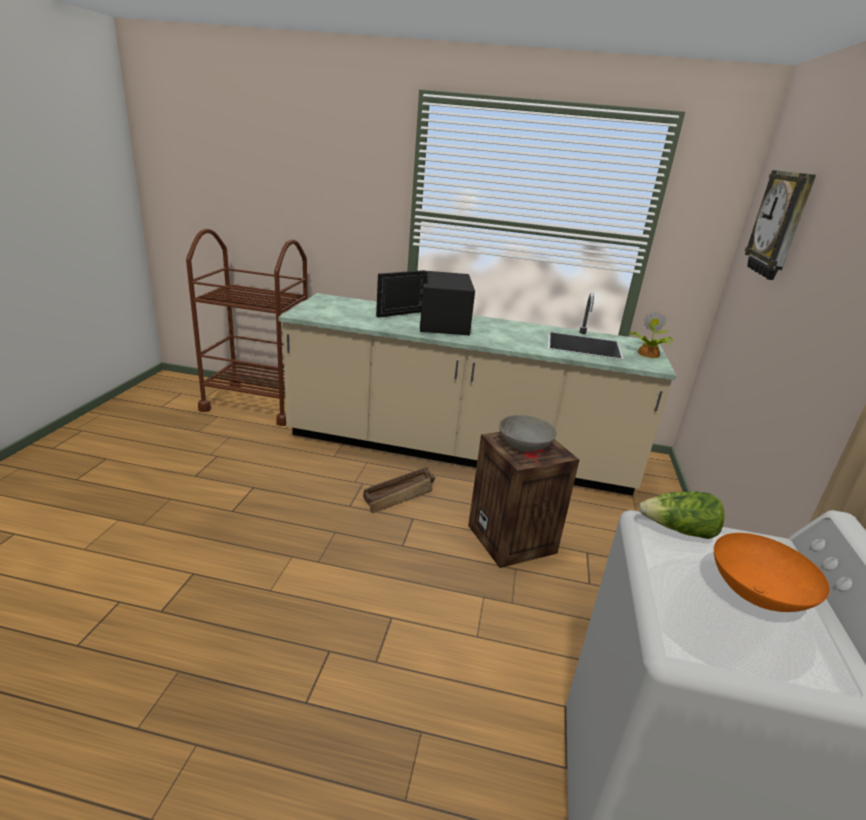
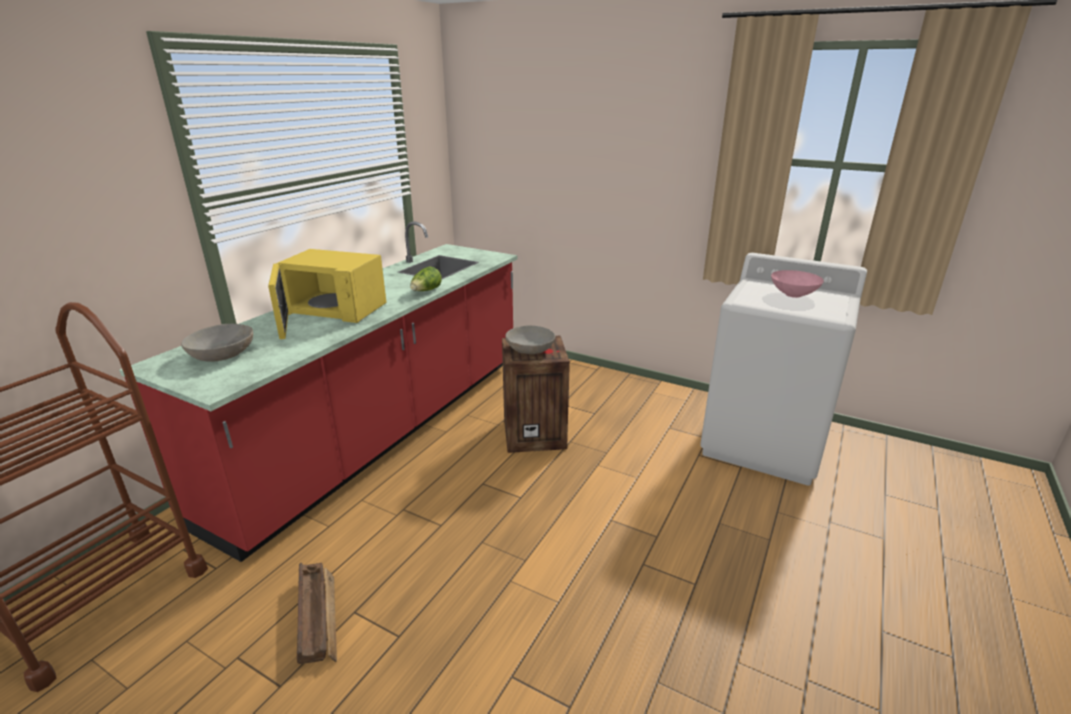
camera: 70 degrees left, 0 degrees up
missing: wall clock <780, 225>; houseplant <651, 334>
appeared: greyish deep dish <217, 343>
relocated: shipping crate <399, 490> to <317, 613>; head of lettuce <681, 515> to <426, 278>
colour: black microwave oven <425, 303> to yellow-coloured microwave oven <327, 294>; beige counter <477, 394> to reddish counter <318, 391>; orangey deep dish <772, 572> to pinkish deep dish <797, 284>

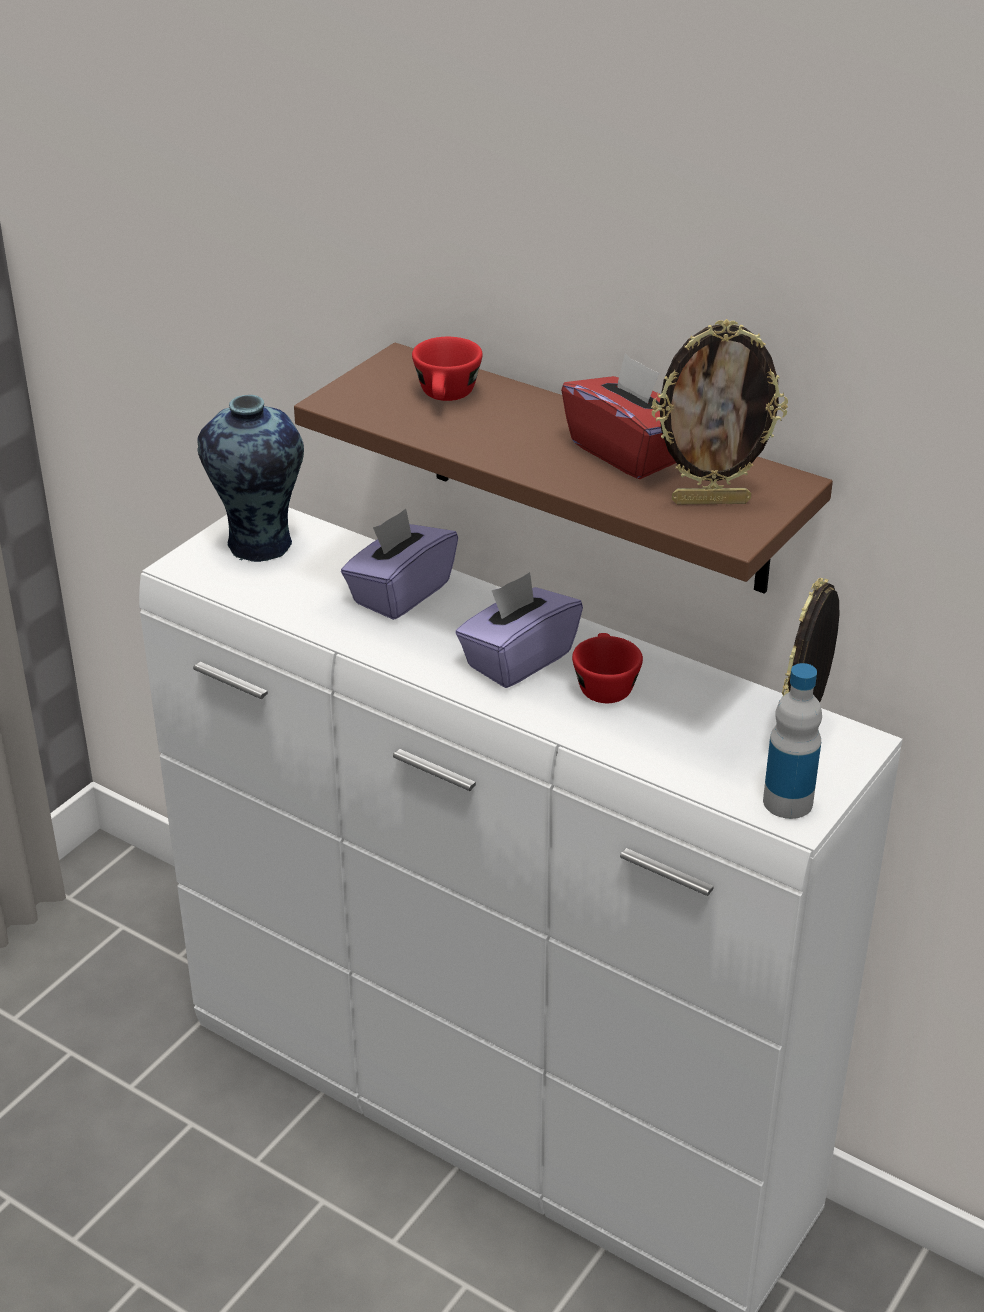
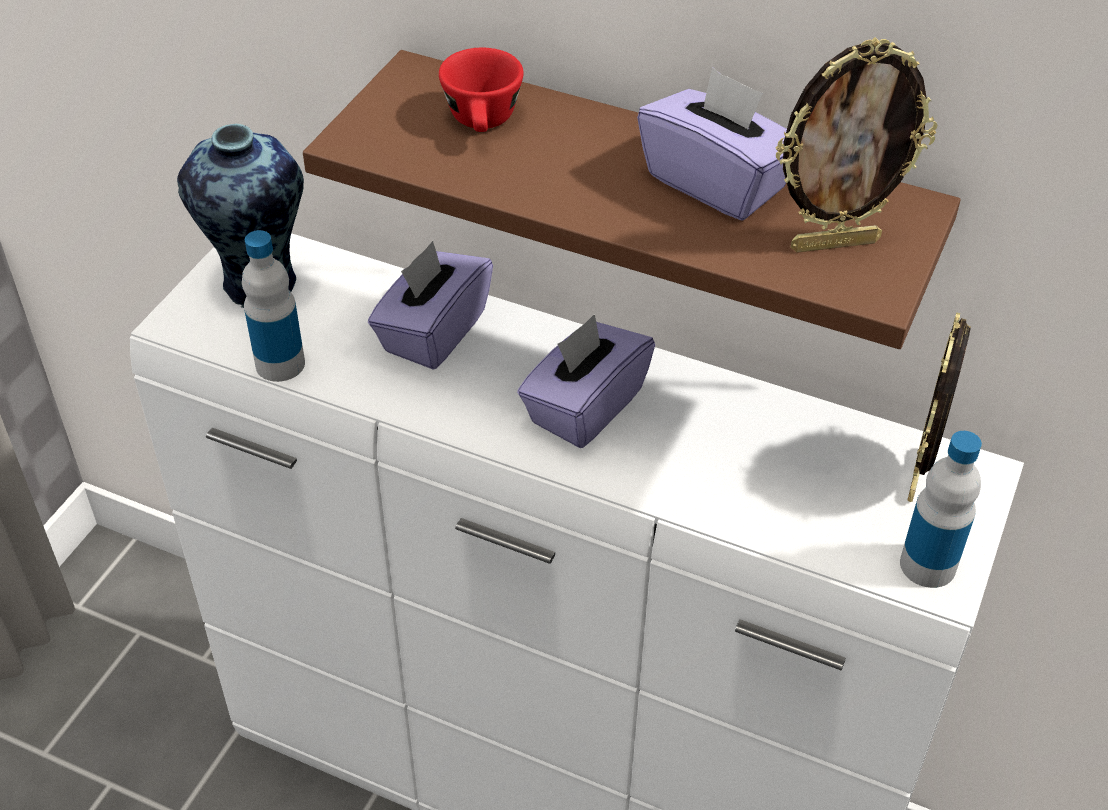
camera: 10 degrees left, 10 degrees up
missing: reddish cup <607, 668>
appeared: beverage bottle <273, 306>
colour: reddish box of tissues <618, 416> to purplish box of tissues <712, 144>

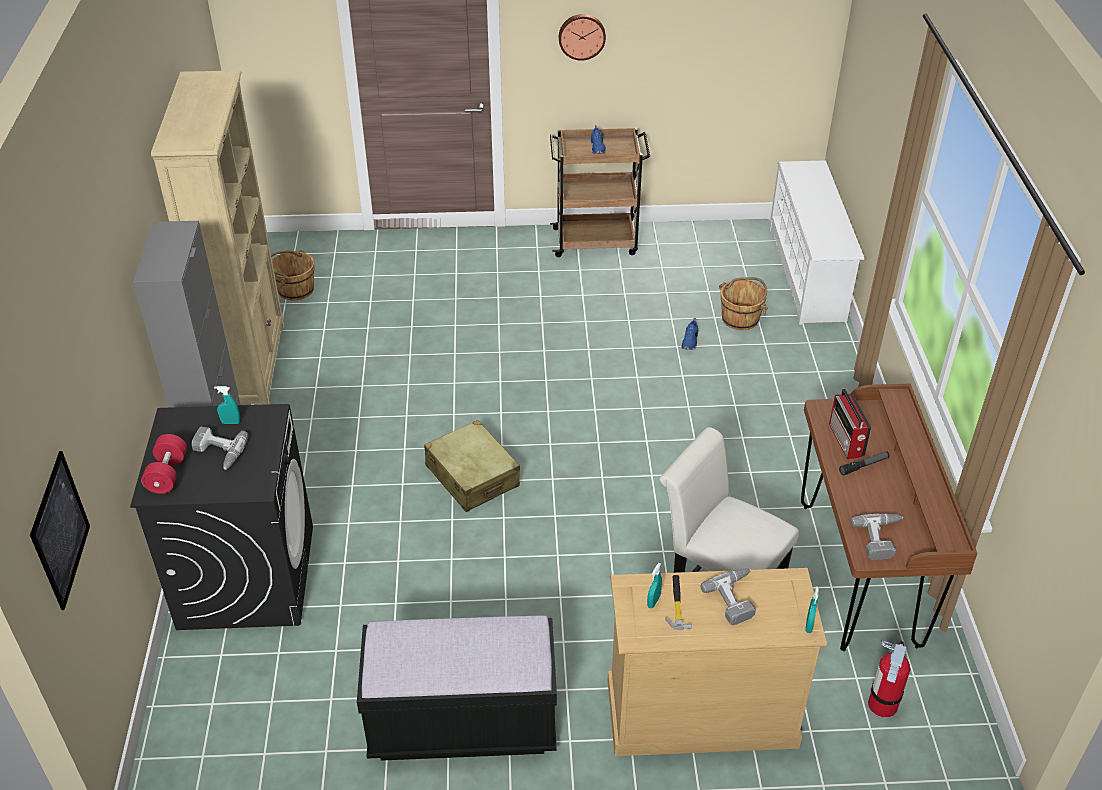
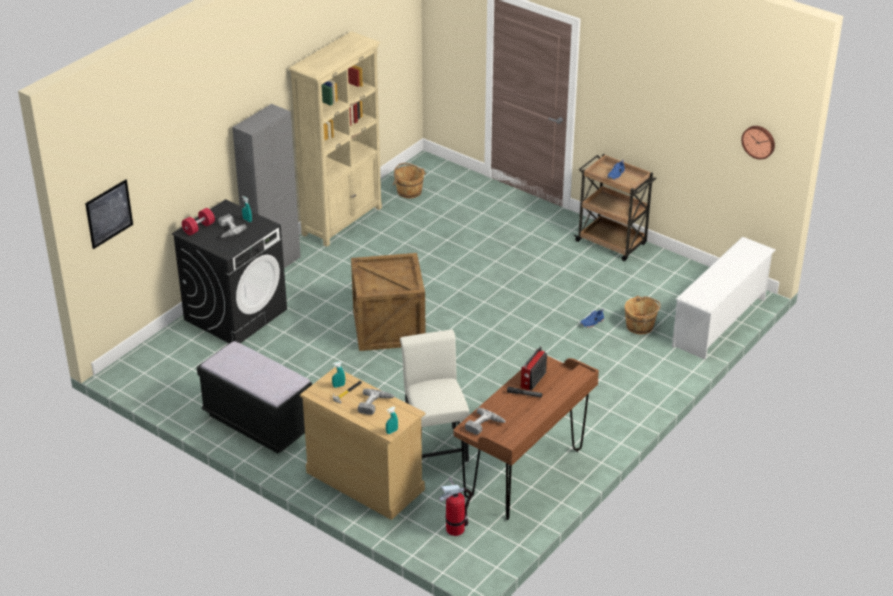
camera: 40 degrees right, 5 degrees down
relocated: wall clock <582, 37> to <758, 143>
exchanged: beige piece of luggage <472, 466> to shipping crate <388, 302>

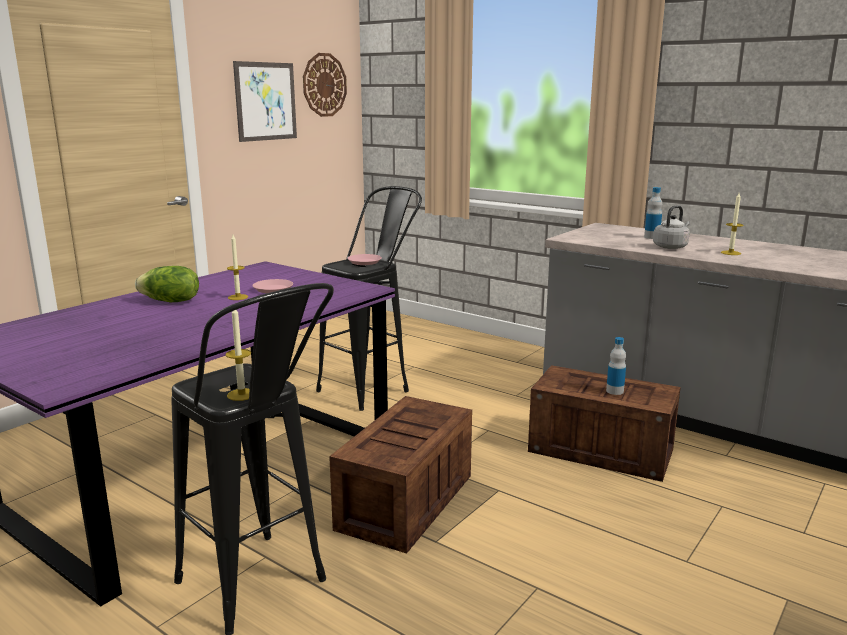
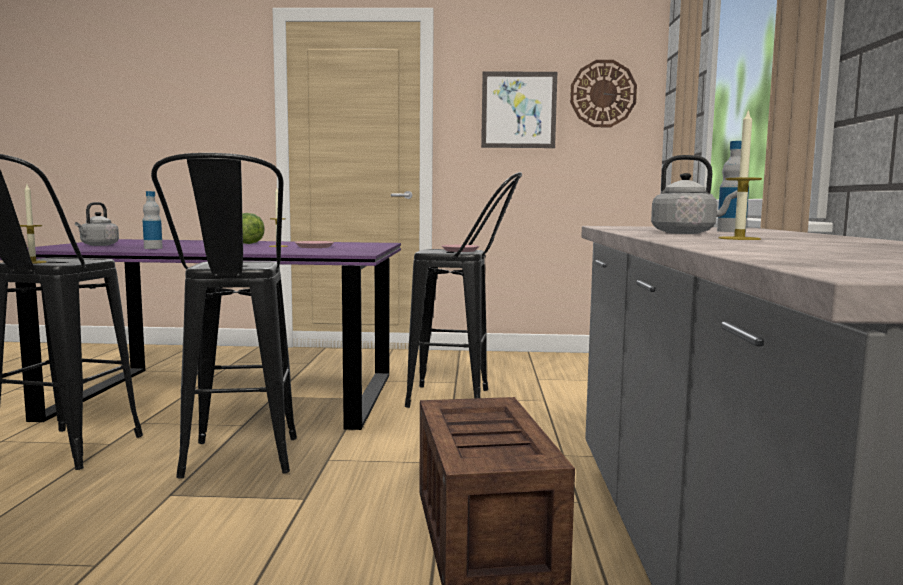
camera: 55 degrees right, 10 degrees down
appeared: greyish water kettle <97, 224>
relocated: beverage bottle <616, 366> to <153, 220>
exchanged: shipping crate <400, 475> to black sitting stool <224, 316>

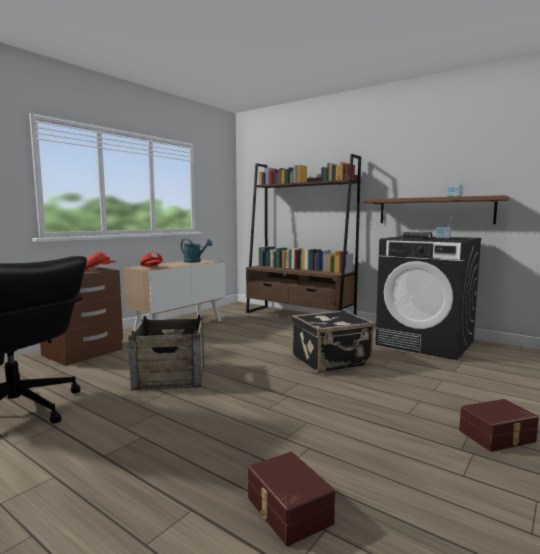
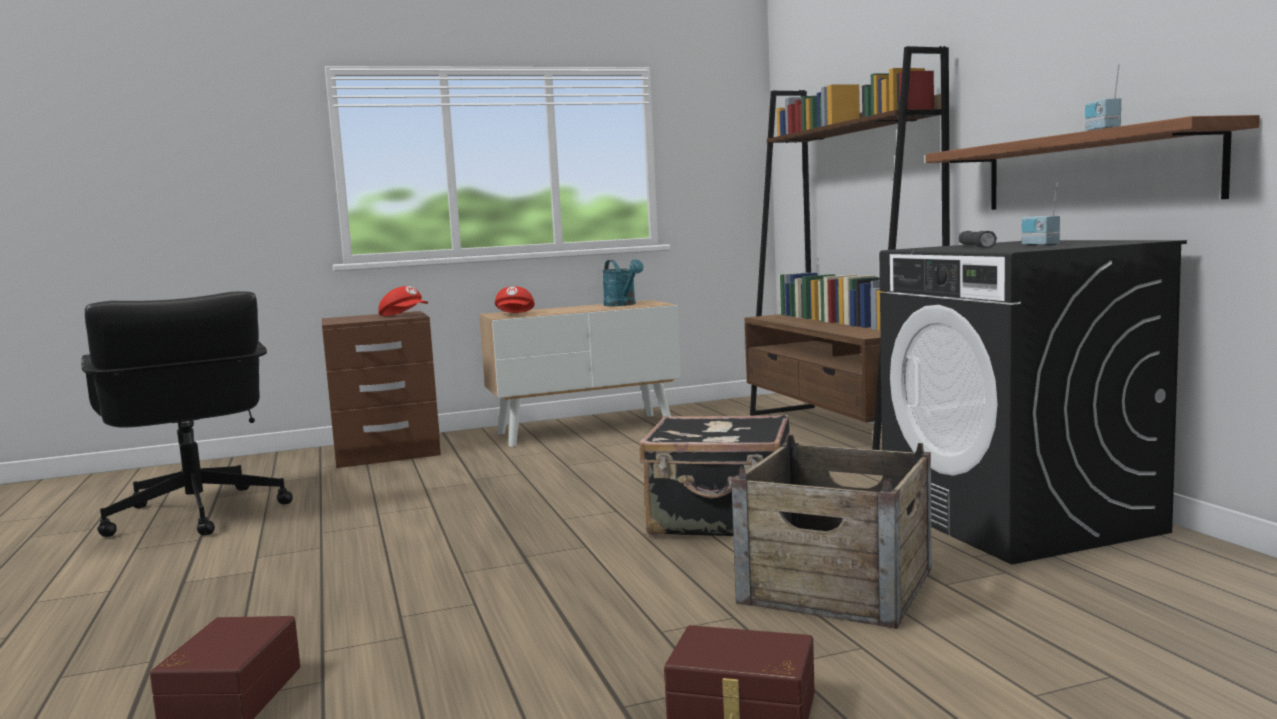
camera: 35 degrees right, 0 degrees up
relocated: shipping crate <166, 352> to <831, 532>

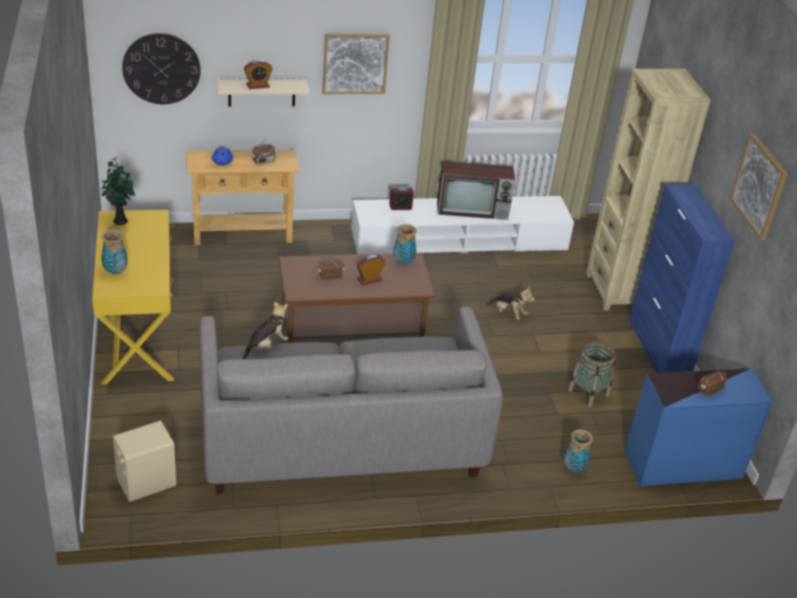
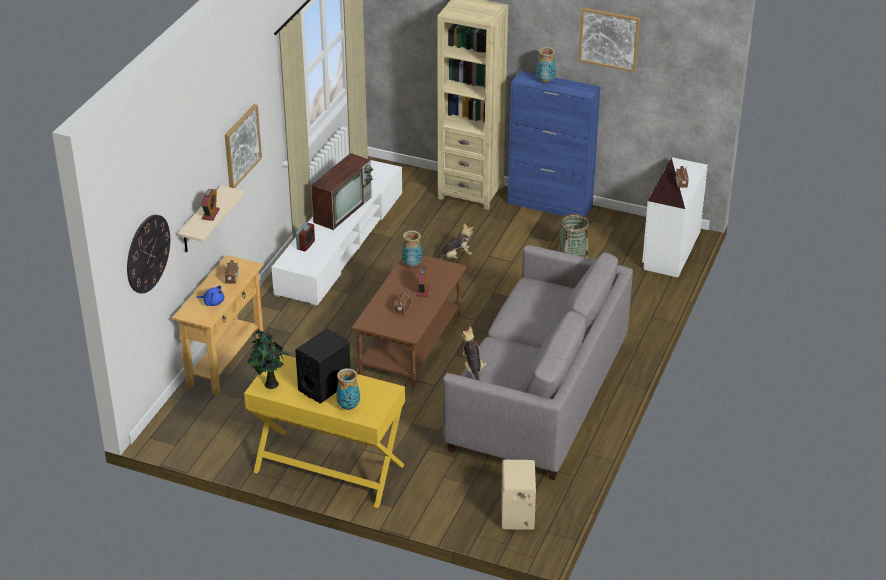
camera: 55 degrees left, 0 degrees up
appeared: black audio speaker <323, 366>
relocated: decorative vase <578, 450> to <546, 65>
colour: blue drawer chest <699, 427> to white drawer chest <675, 217>

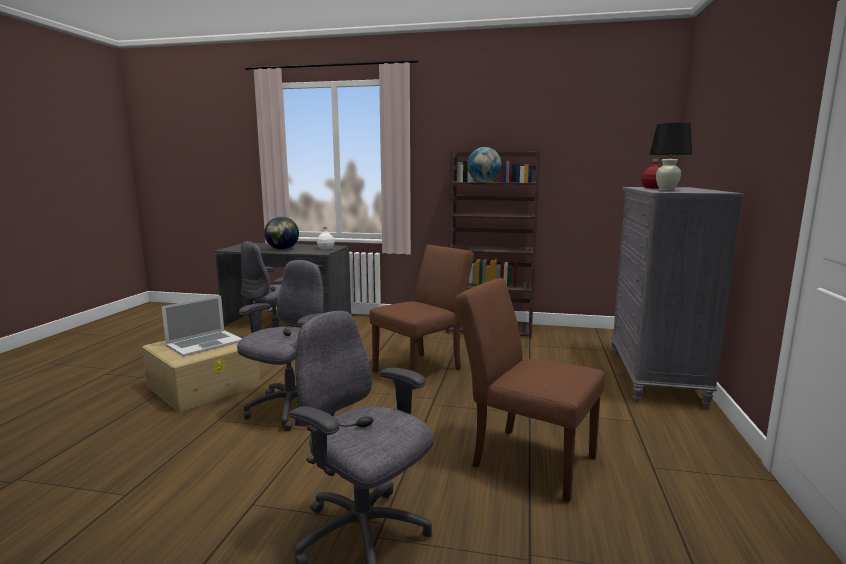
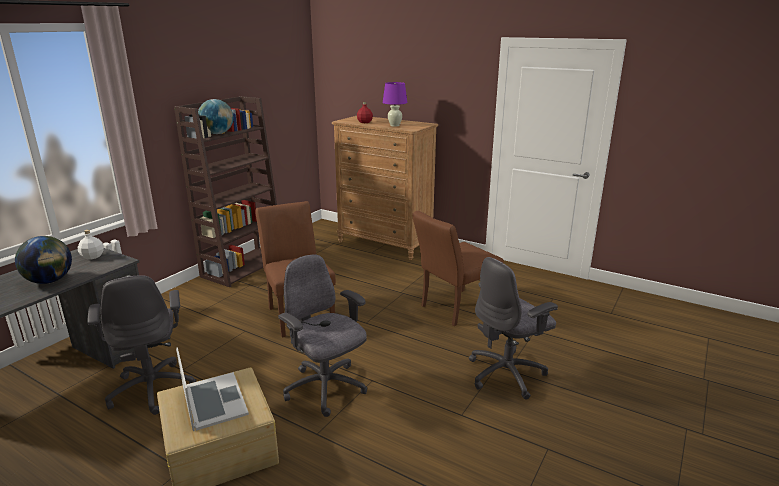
camera: 70 degrees left, 10 degrees up
colour: black tabletop lamp <670, 157> to purplish tabletop lamp <395, 104>; greyish drawer chest <677, 297> to brown drawer chest <385, 188>

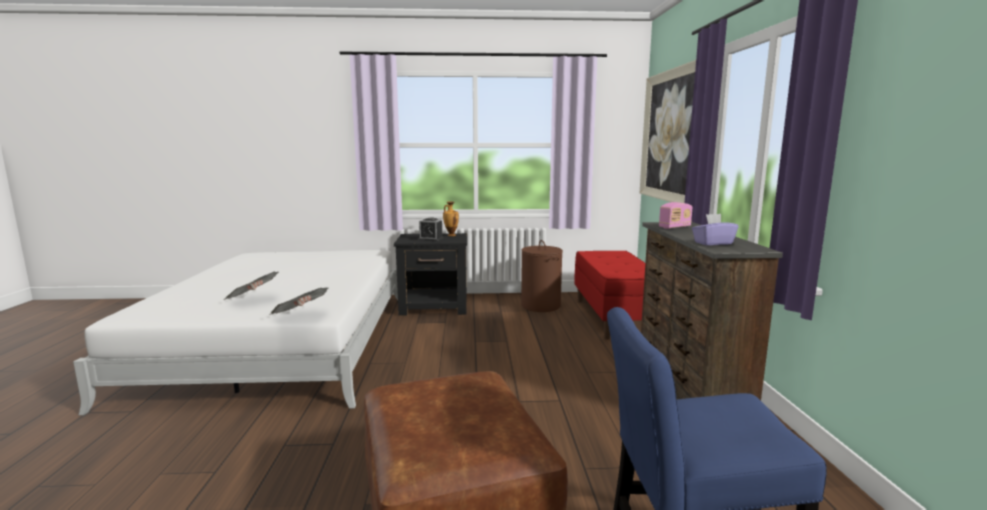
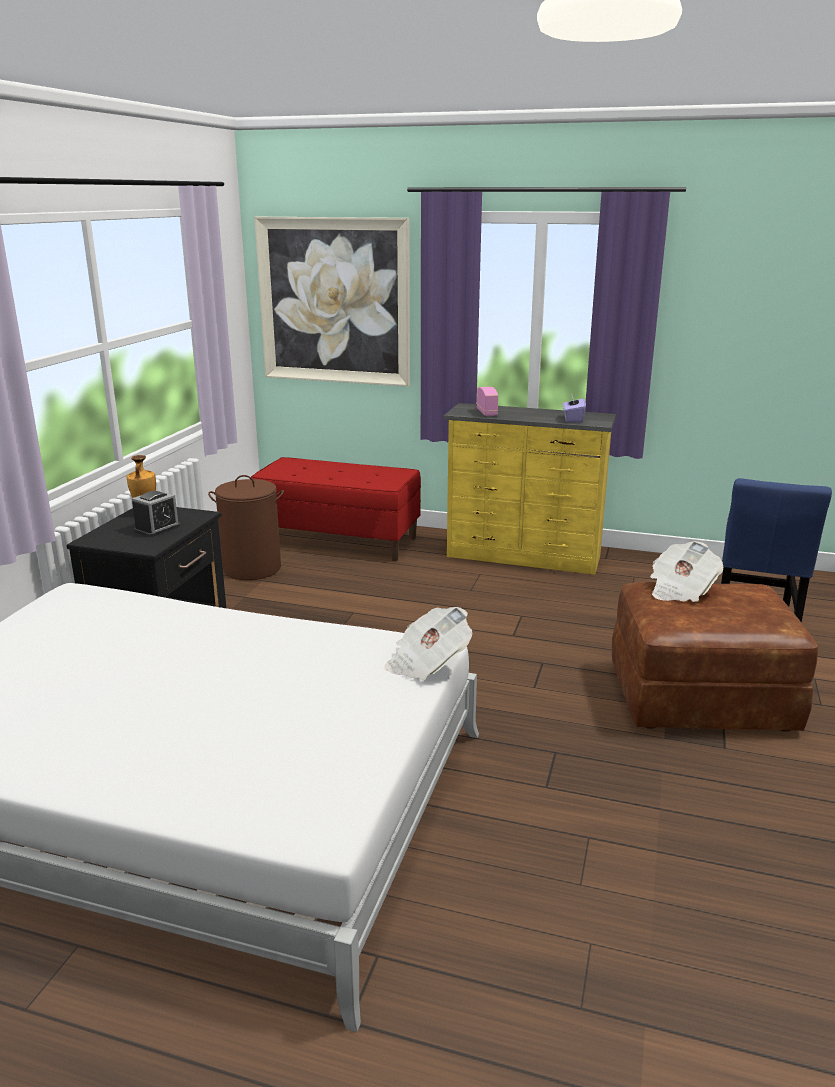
camera: 70 degrees left, 10 degrees up
relocated: printed paper <251, 286> to <687, 571>
colour: brown drawer chest <712, 311> to yellow-coloured drawer chest <530, 489>

